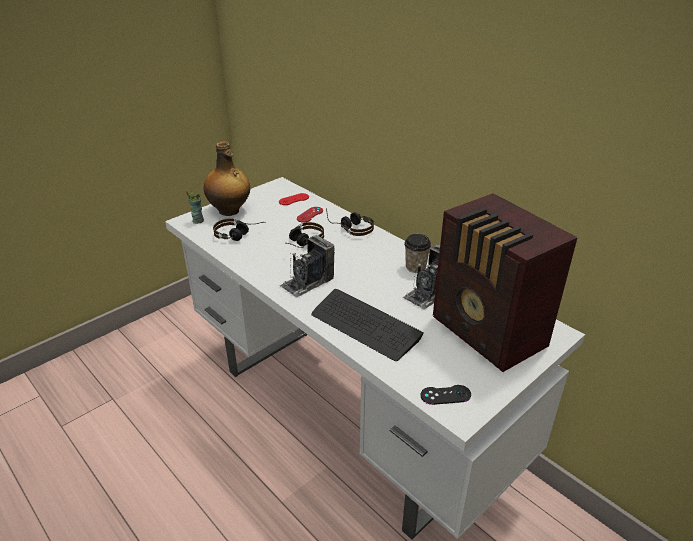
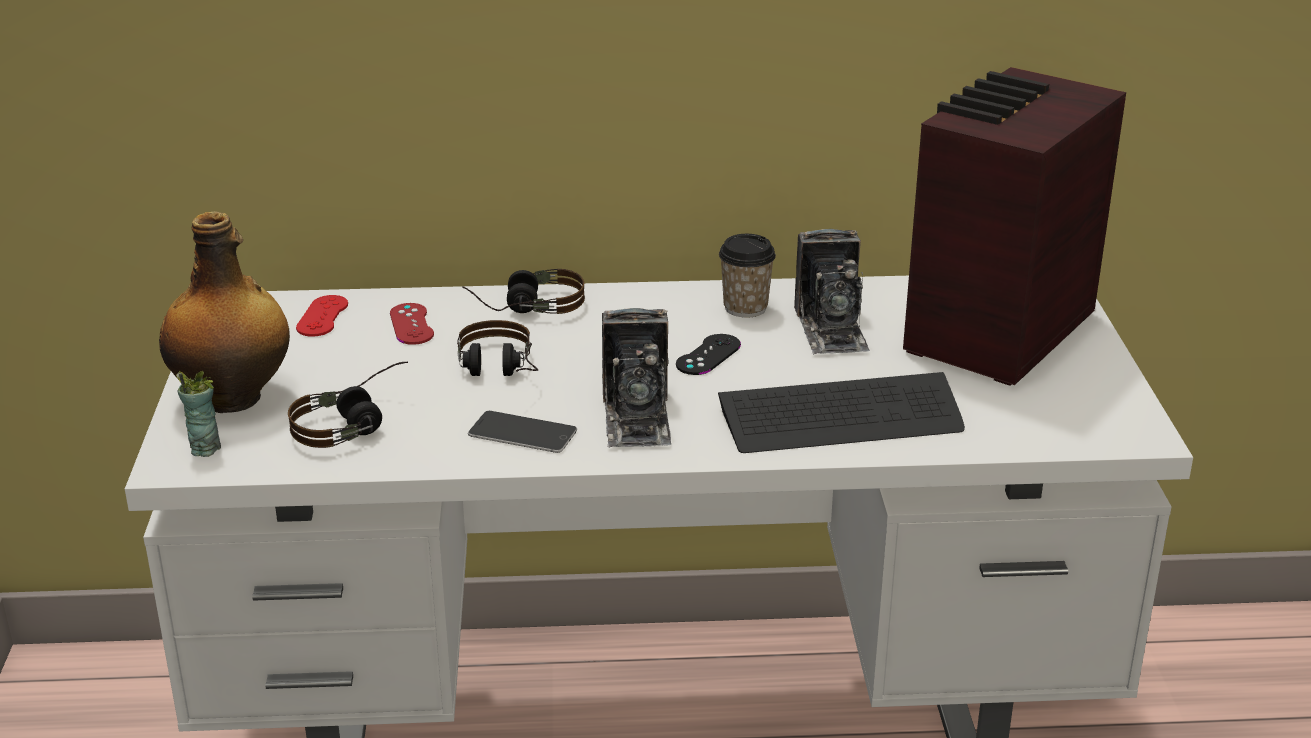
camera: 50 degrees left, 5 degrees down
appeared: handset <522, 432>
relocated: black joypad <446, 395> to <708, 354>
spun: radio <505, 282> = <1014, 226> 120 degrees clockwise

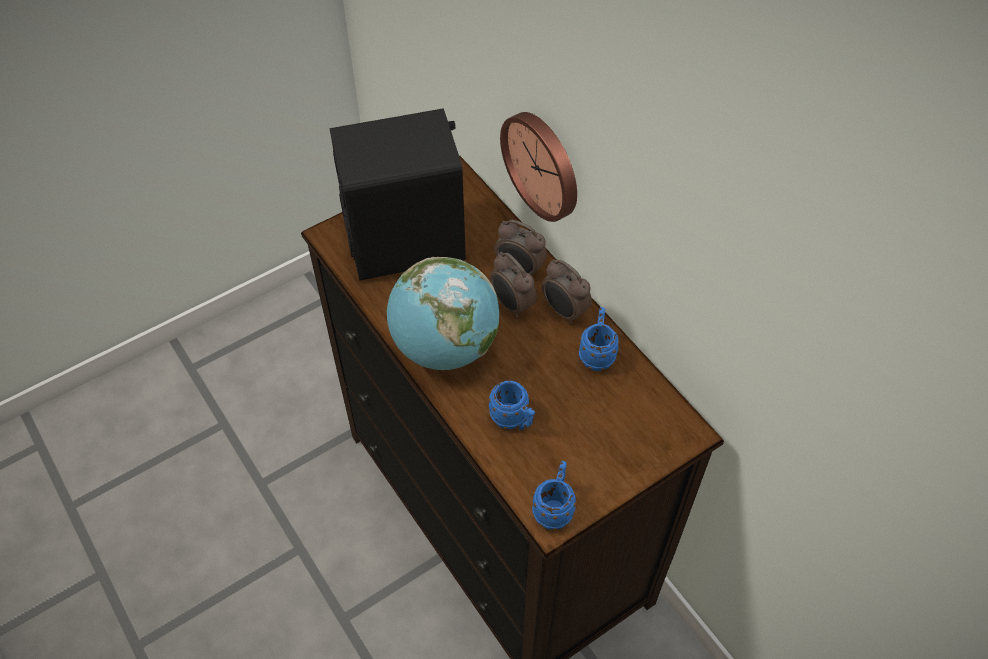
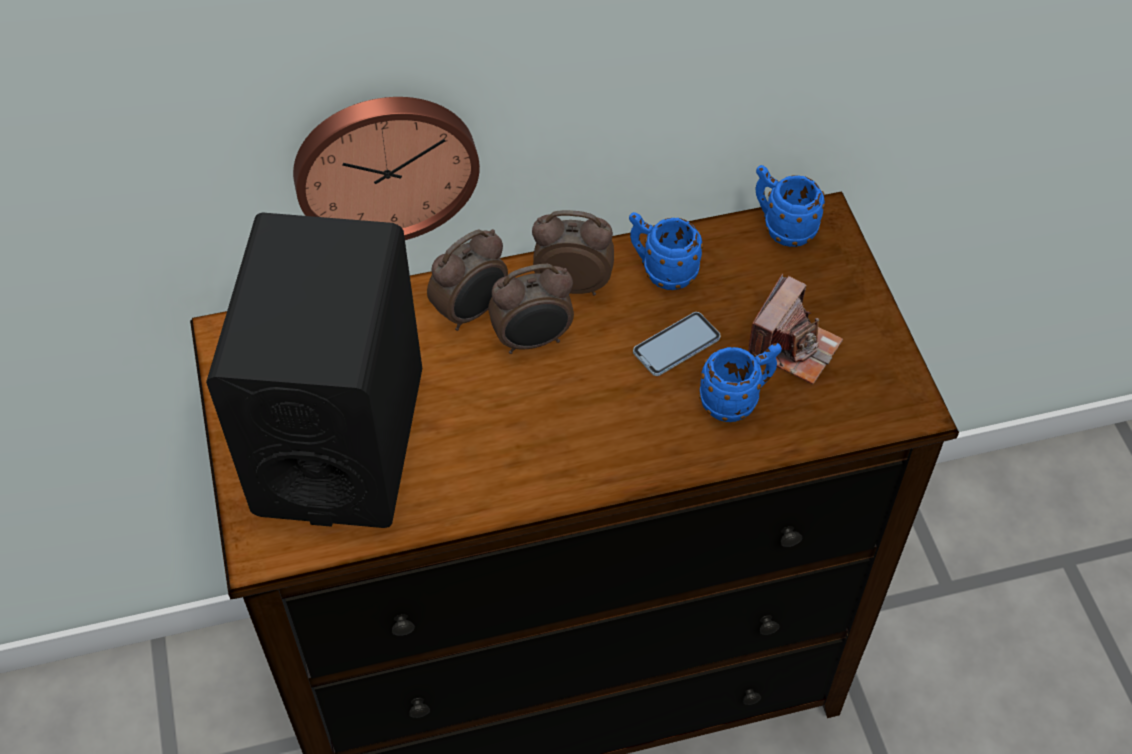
camera: 70 degrees left, 0 degrees up
missing: desk globe <443, 313>
appeared: still camera <795, 329>; handset <677, 344>
relocated: blue mug <554, 495> to <790, 206>
spun: table clock <567, 291> = <573, 252> 150 degrees counterclockwise

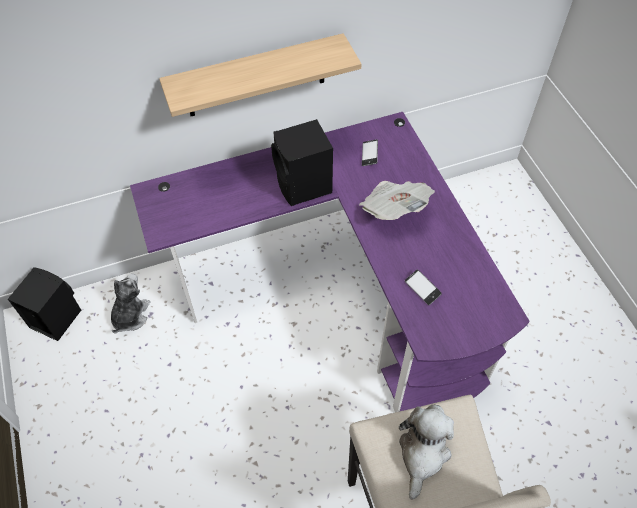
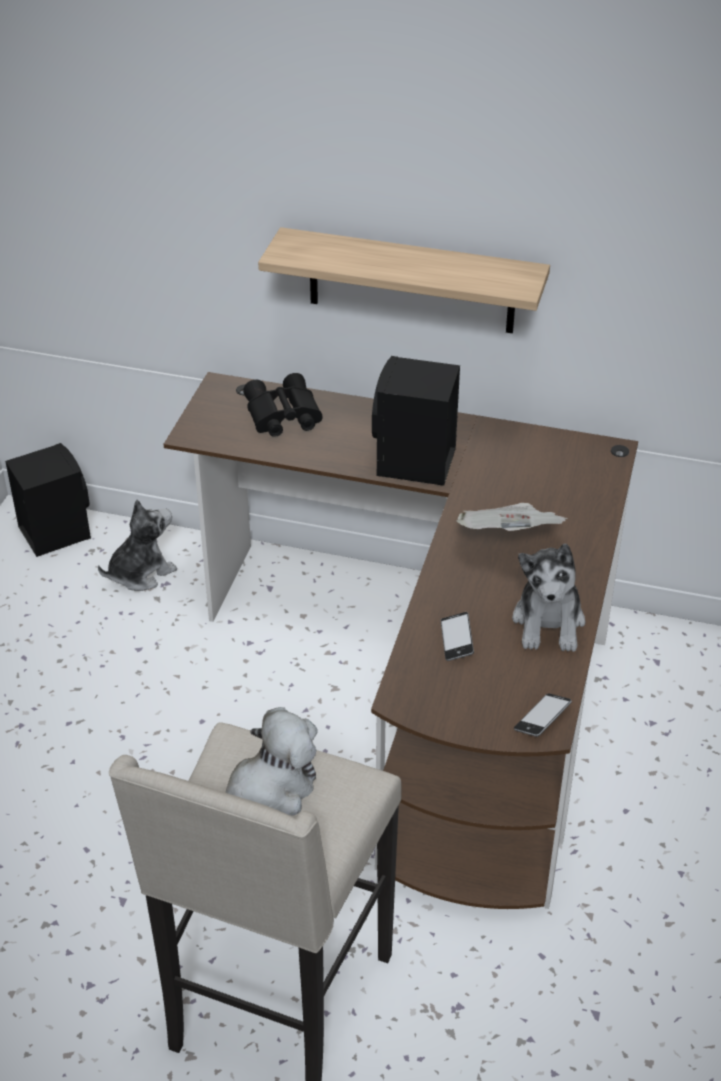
camera: 35 degrees right, 15 degrees down
appeared: black field glasses <282, 405>; soft toy <549, 598>
relocated: handset <370, 152> to <543, 715>
colour: purplish desk table <329, 262> to brown desk table <401, 640>

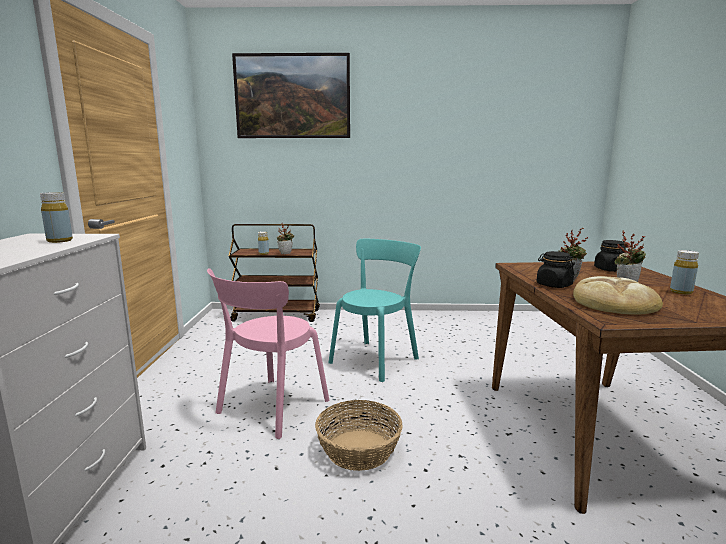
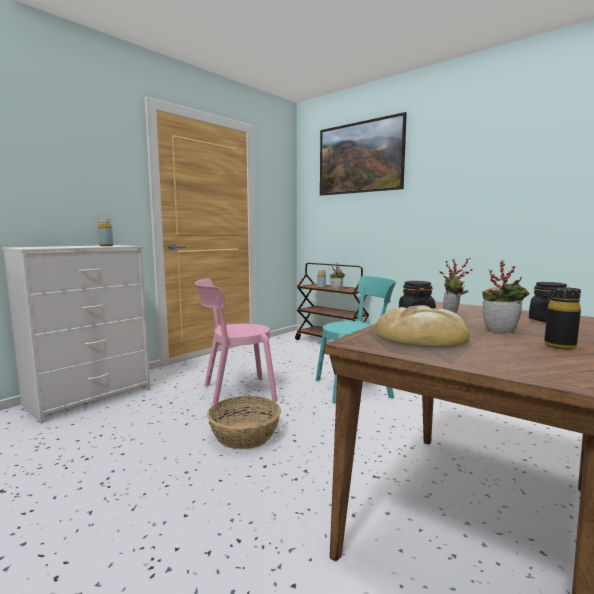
camera: 40 degrees right, 5 degrees down
colour: yellow-coloured beverage bottle <684, 272> to black beverage bottle <562, 318>

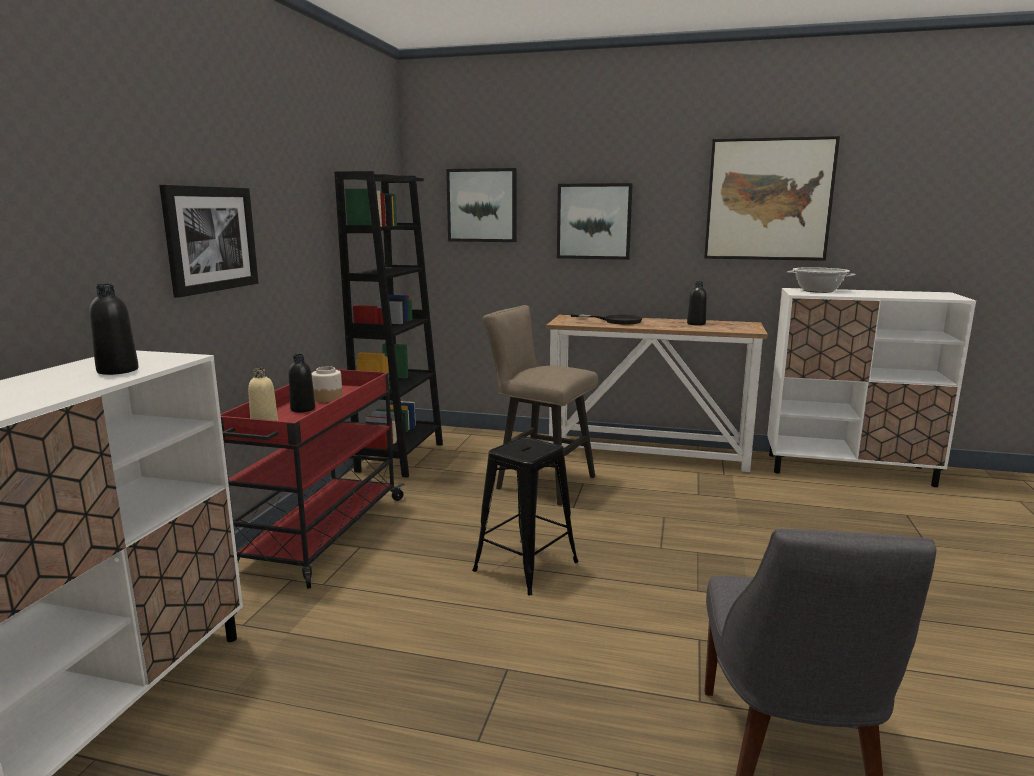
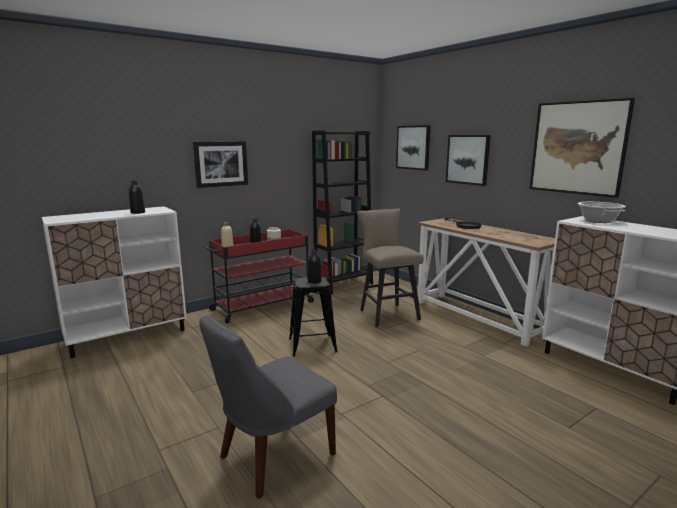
camera: 40 degrees right, 0 degrees up
relocated: black beverage bottle <697, 303> to <315, 267>

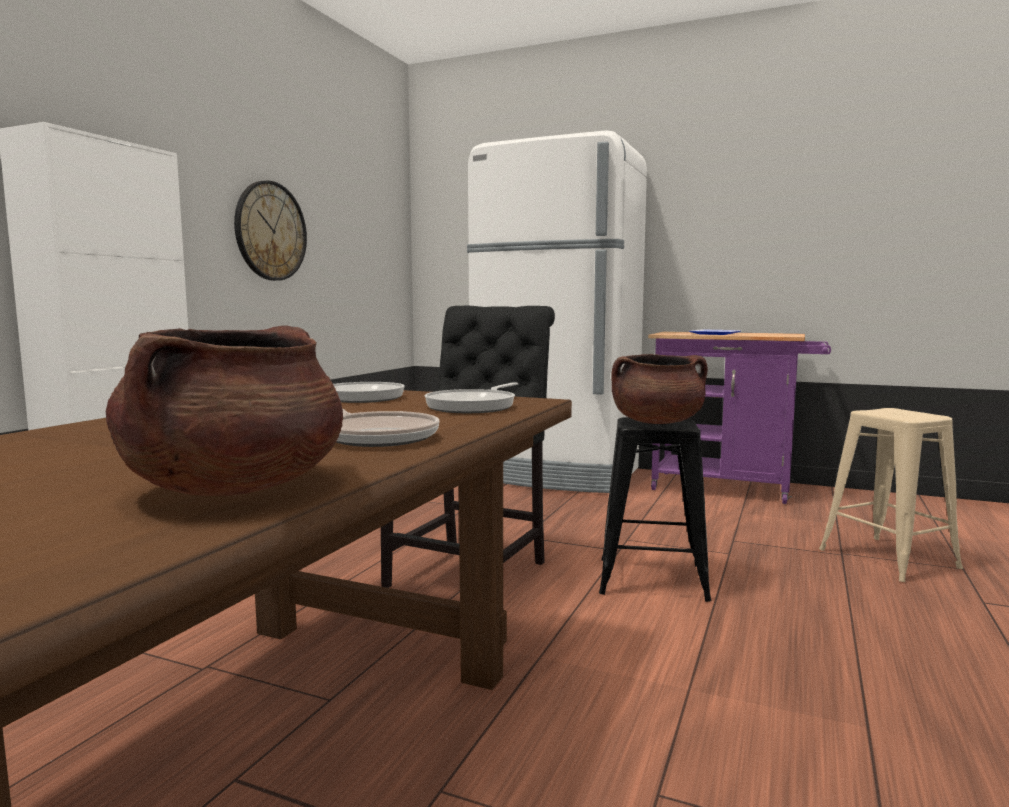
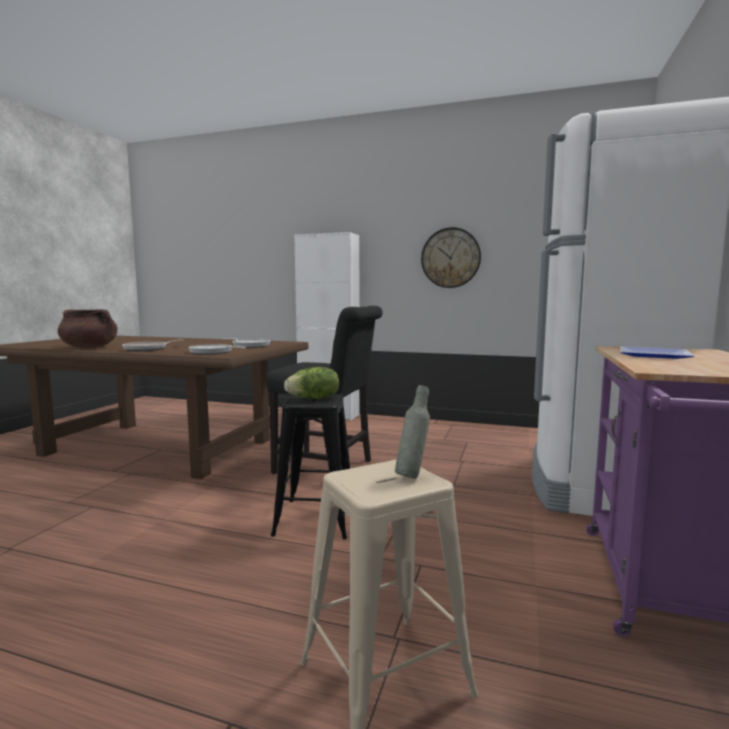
camera: 85 degrees right, 0 degrees up
appeared: greyish beverage bottle <412, 432>
exchanged: brown cooking pot <659, 389> to head of lettuce <311, 383>

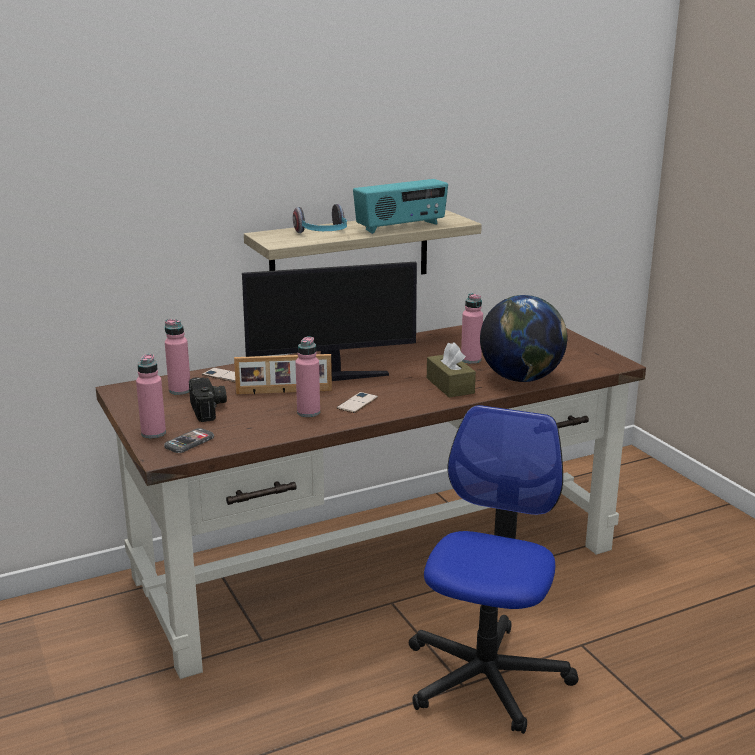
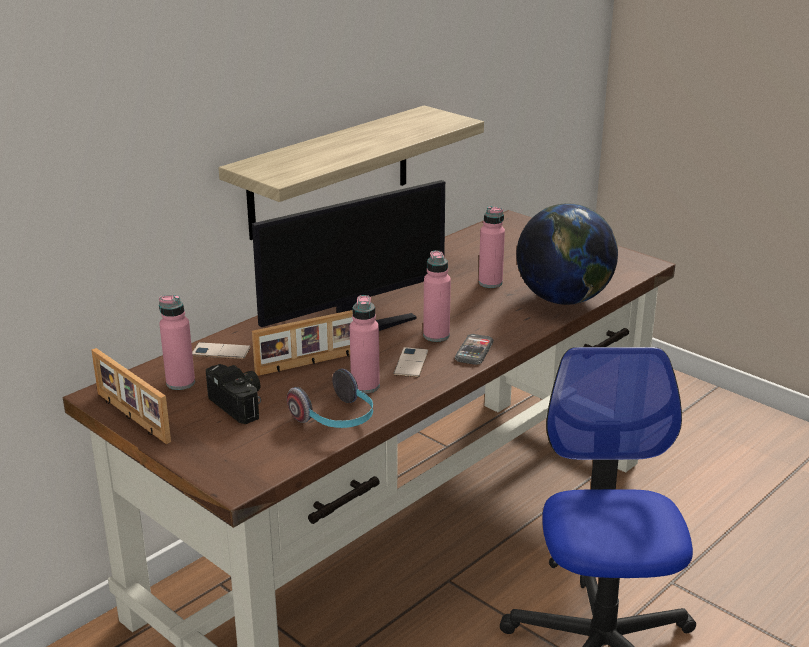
camera: 20 degrees left, 5 degrees up
missing: radio <400, 206>; brown box of tissues <451, 370>
appeared: picture frame <131, 396>
relocated: headset <320, 218> to <330, 398>; pinkish beverage bottle <151, 396> to <437, 296>; handset <189, 440> to <474, 349>

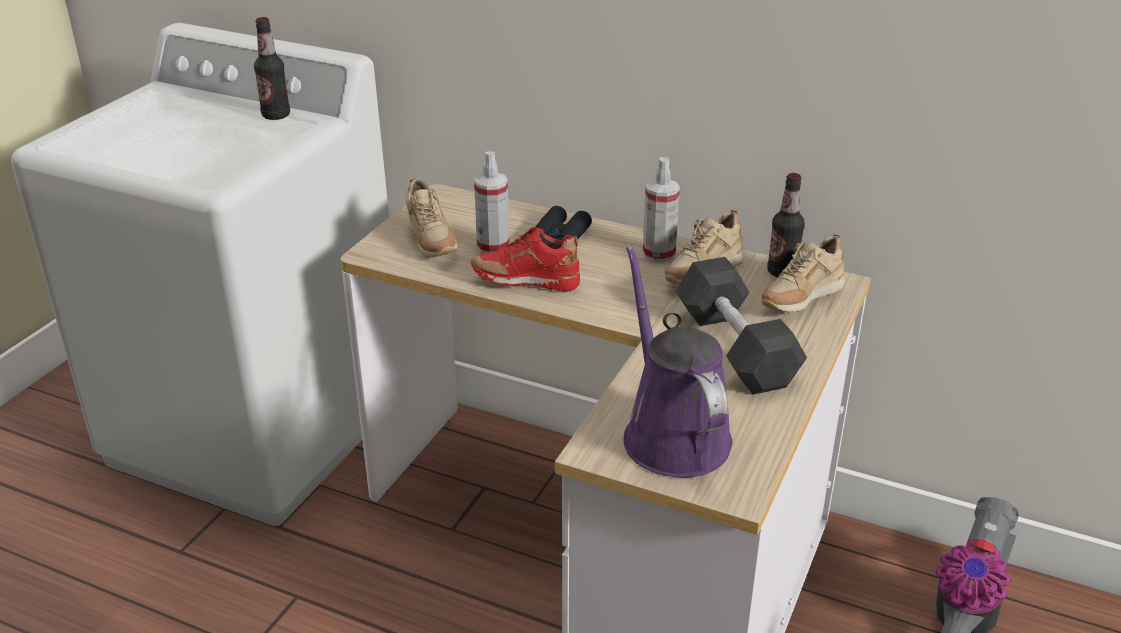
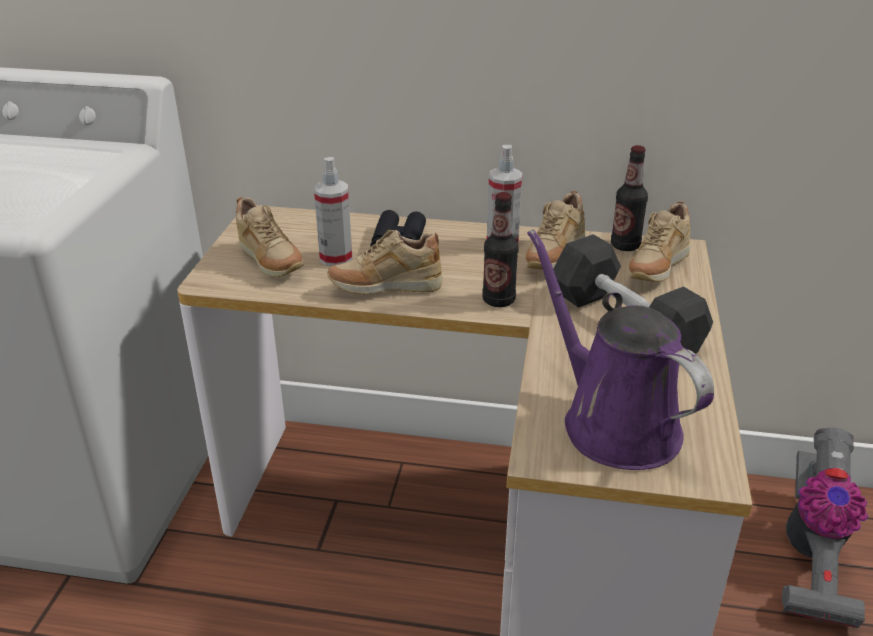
camera: 15 degrees left, 0 degrees up
relocated: beverage bottle <272, 68> to <500, 249>
colour: reddish shoe <525, 259> to beige shoe <384, 262>

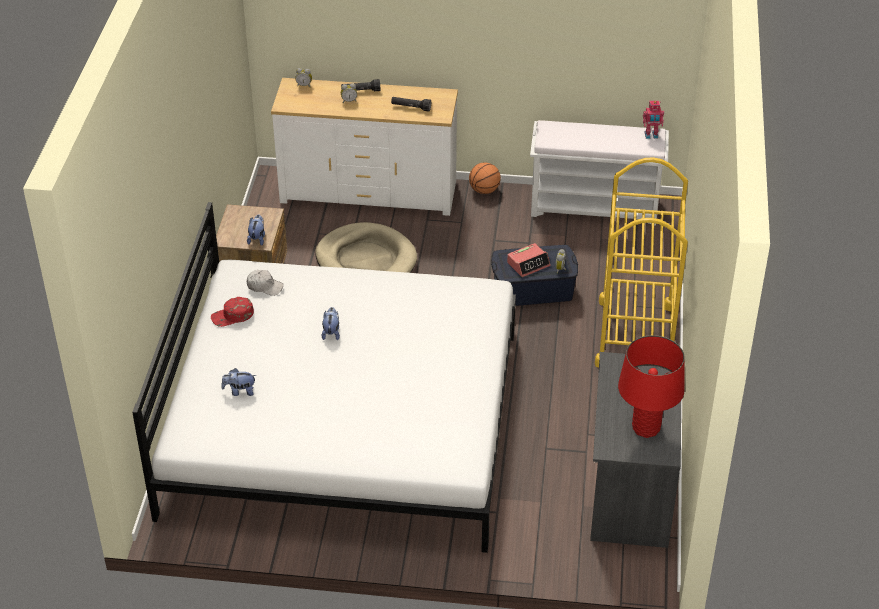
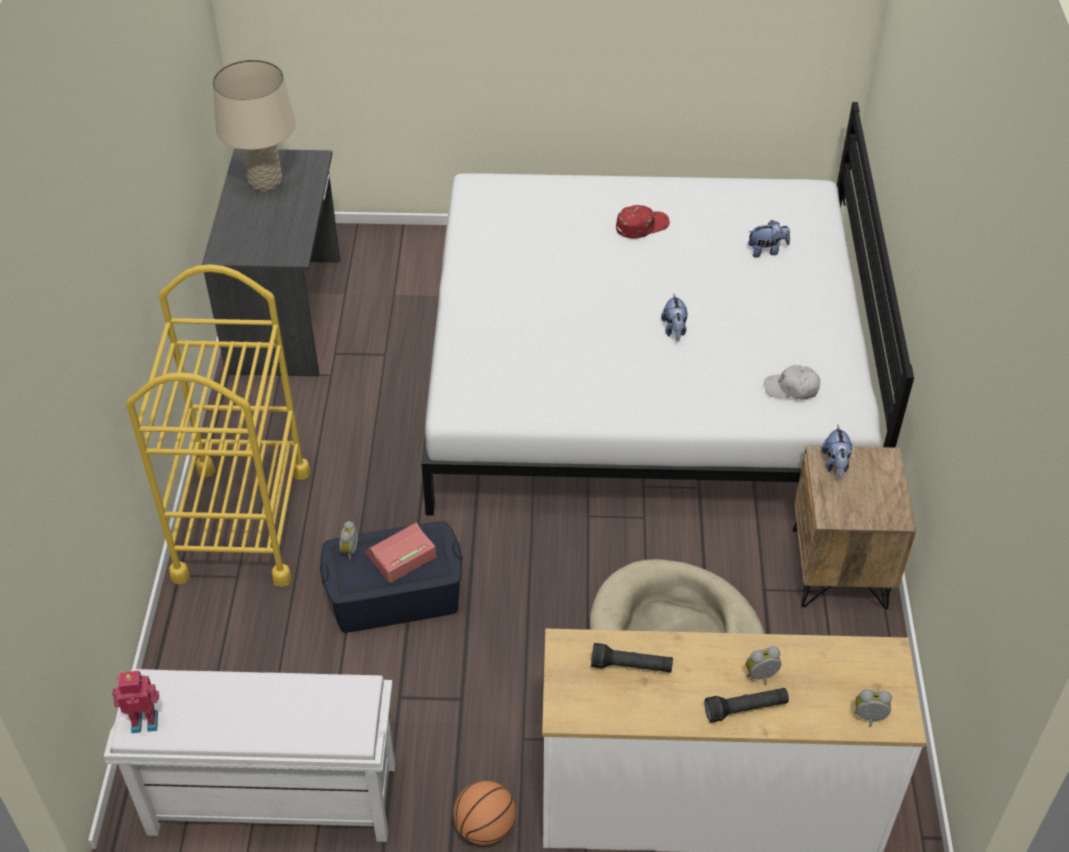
camera: 175 degrees right, 5 degrees up
relocated: reddish cap <232, 312> to <643, 222>
colour: reddish tabletop lamp <651, 386> to beige tabletop lamp <254, 126>

